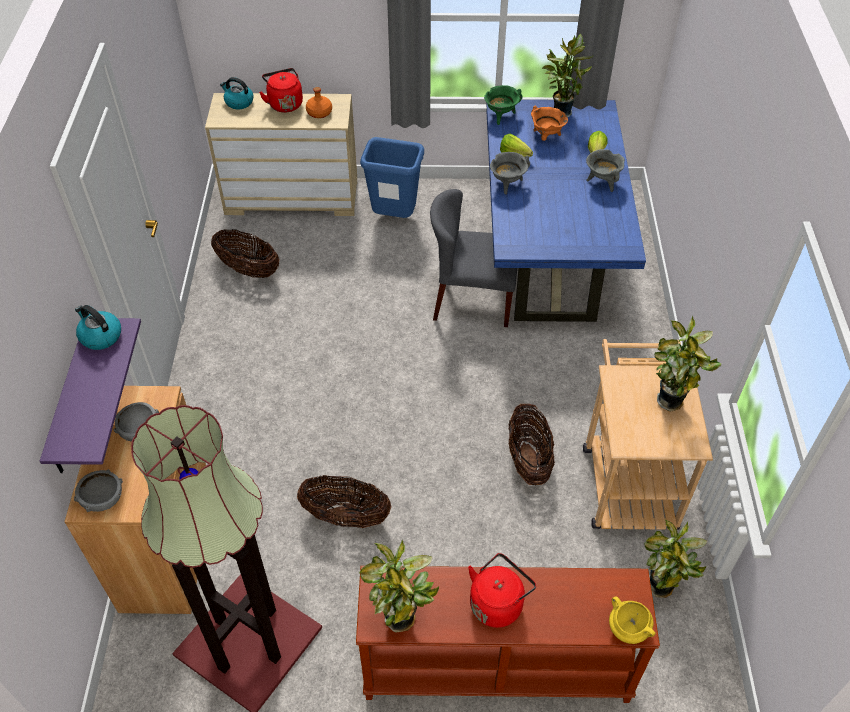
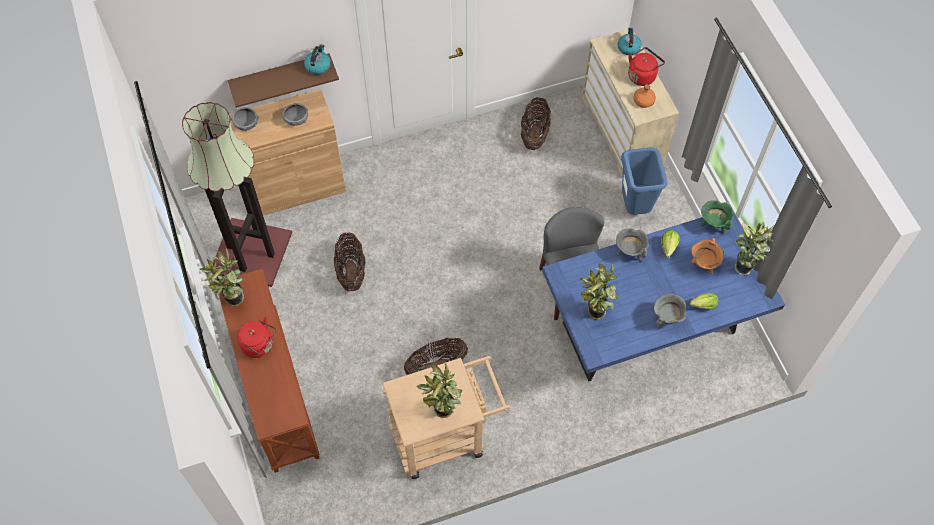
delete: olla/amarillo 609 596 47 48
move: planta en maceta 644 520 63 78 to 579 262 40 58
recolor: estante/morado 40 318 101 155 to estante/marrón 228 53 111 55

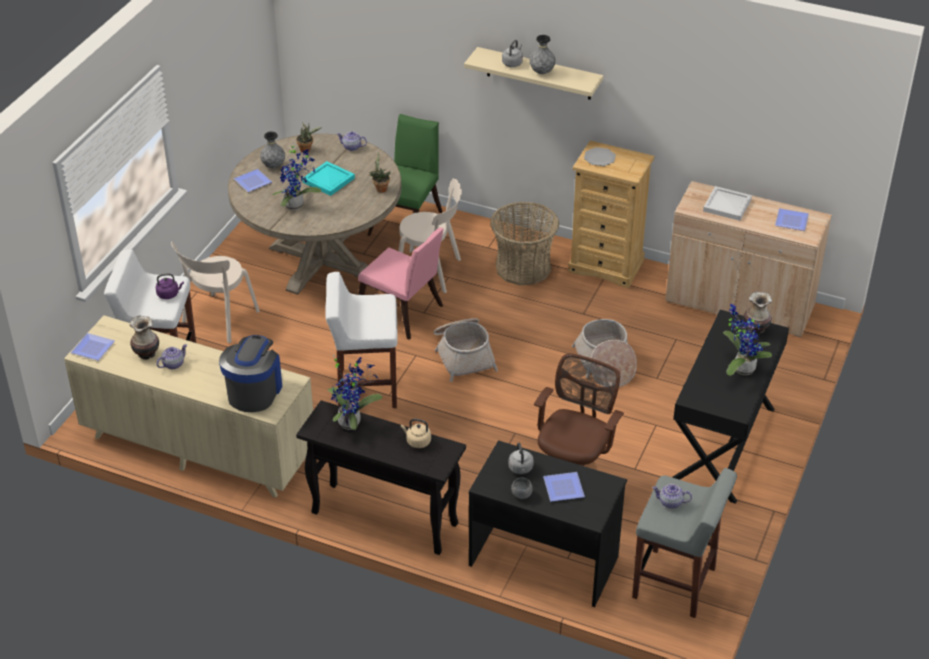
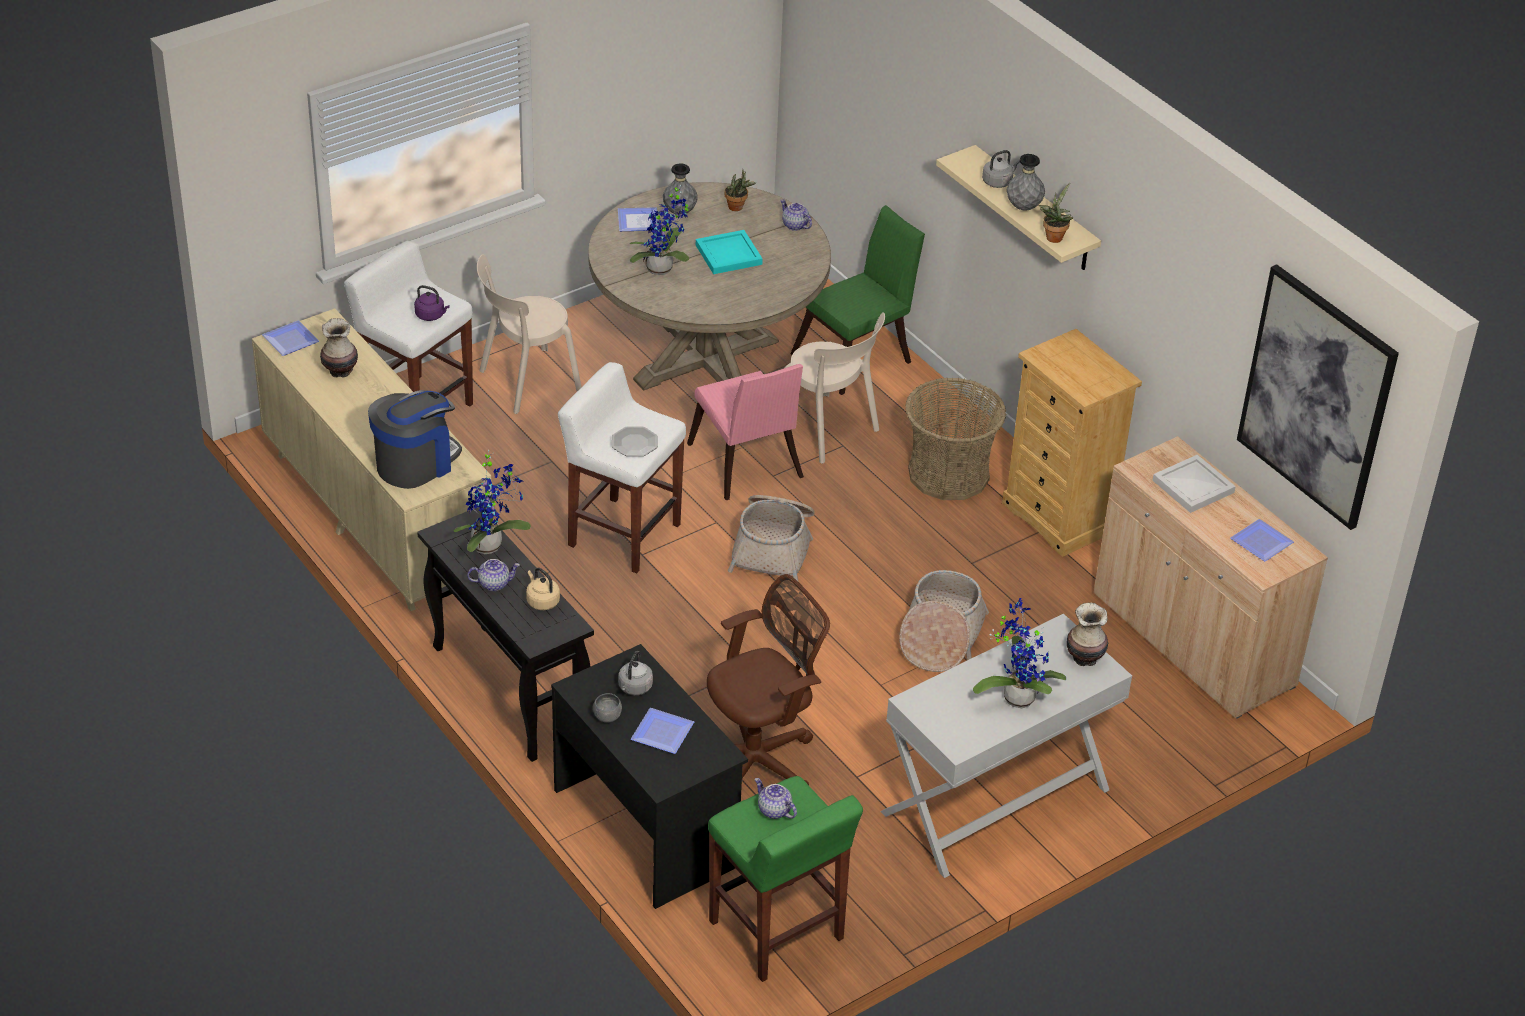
insert: cuadro 1237 264 162 266
move: tetera 156 344 31 25 to 467 559 53 32; planta en maceta 368 152 23 41 to 1038 183 35 60; plato 584 147 32 19 to 612 427 46 29
recolor: taburete/gris 632 468 105 150 to taburete/verde 708 776 155 206; mesa consola/negro 672 310 117 194 to mesa consola/blanco 880 614 252 264

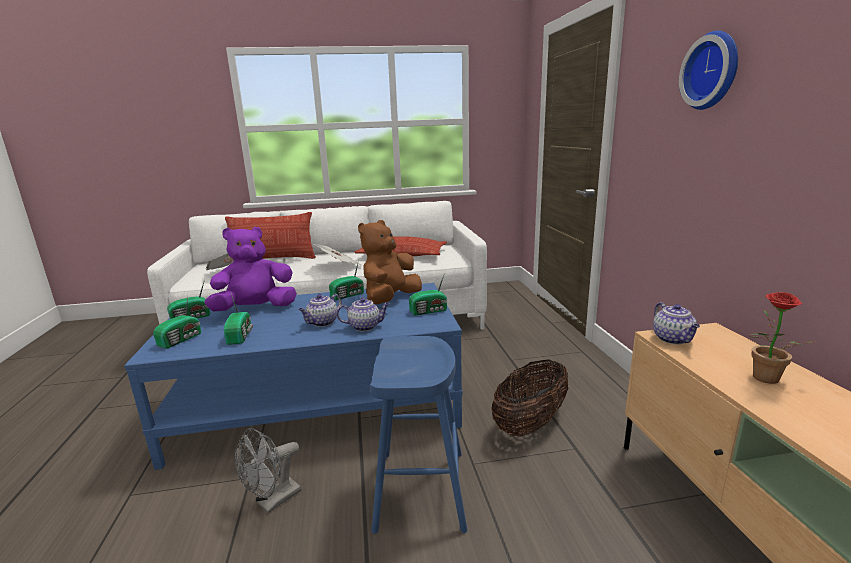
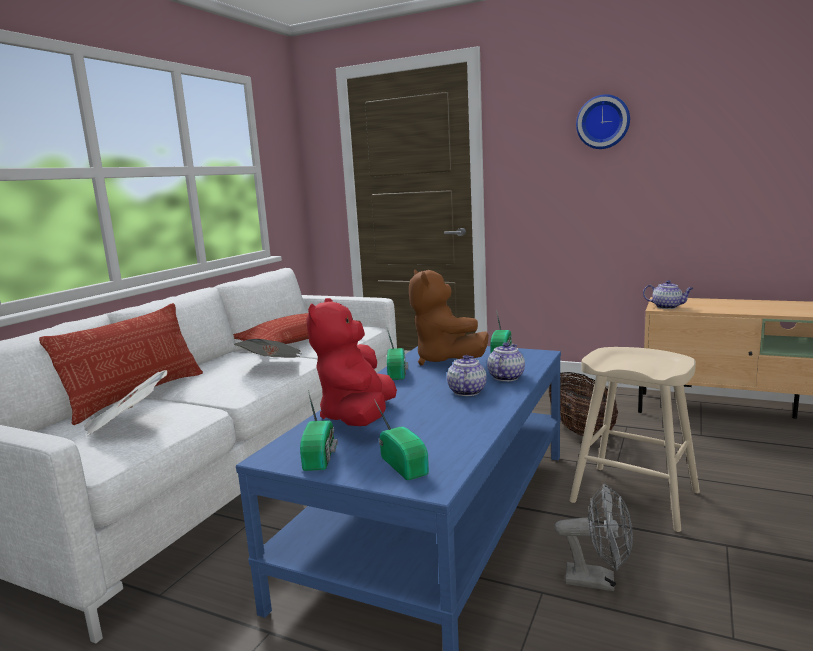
delete: radio 224 293 29 52; planta en maceta 750 292 64 92
recolor: peluche/morado 204 227 93 84 to peluche/rojo 306 298 91 128; taburete/azul 370 336 97 198 to taburete/beis 570 347 130 185
rotate: ventilador/gris 235 428 66 85 = 555 484 78 107 60 degrees counterclockwise; tetera 298 294 44 33 = 447 355 40 41 150 degrees counterclockwise

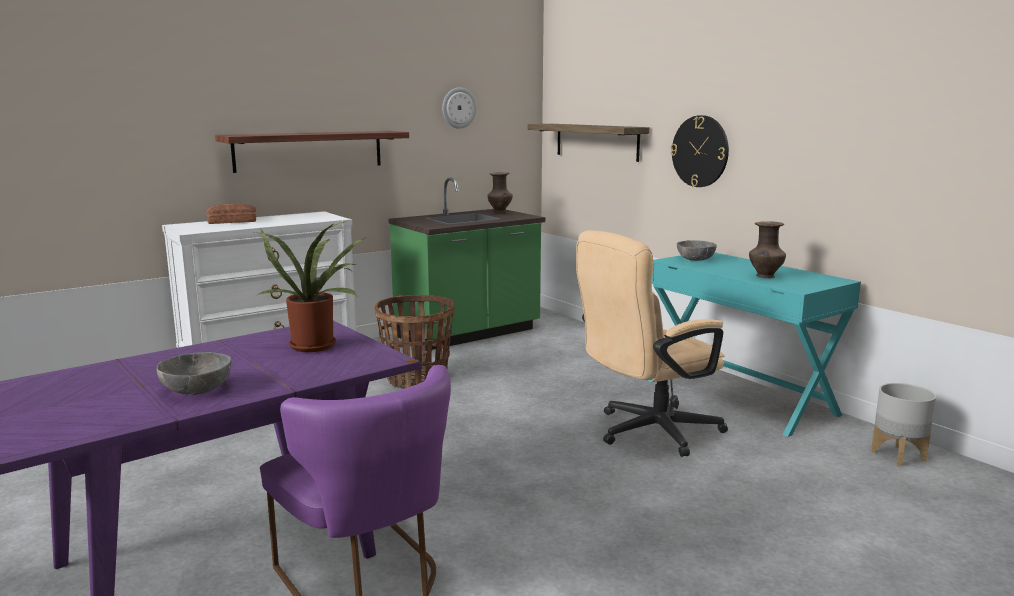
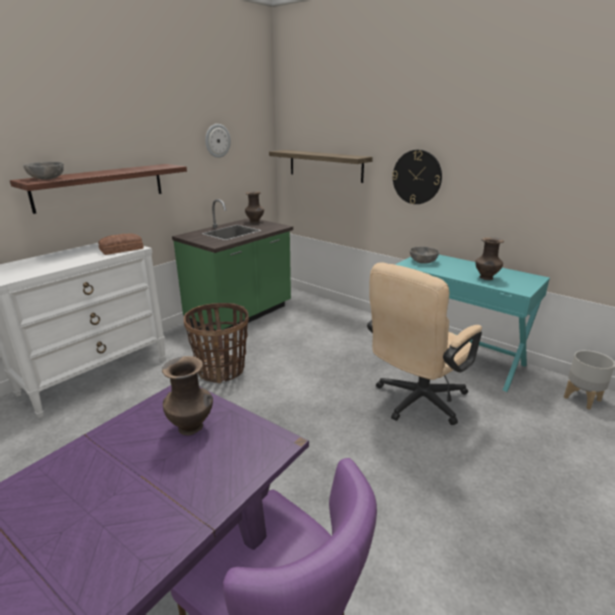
move: cuenco/gris 157 352 74 43 to 23 162 41 18; pan 206 203 50 21 to 98 234 46 21
replace: planta en maceta 254 221 115 131 to florero/marrón 162 356 51 79

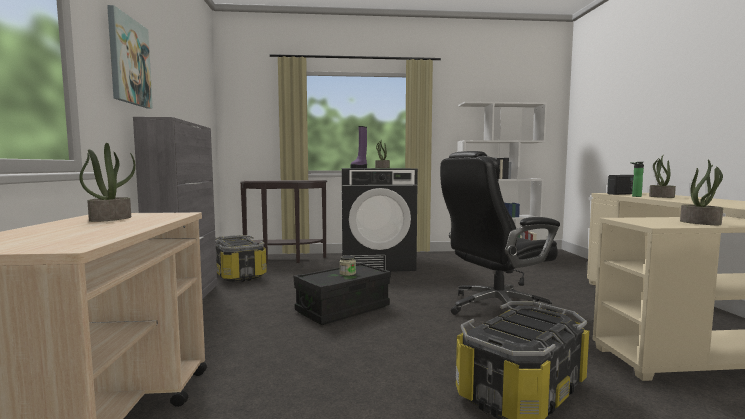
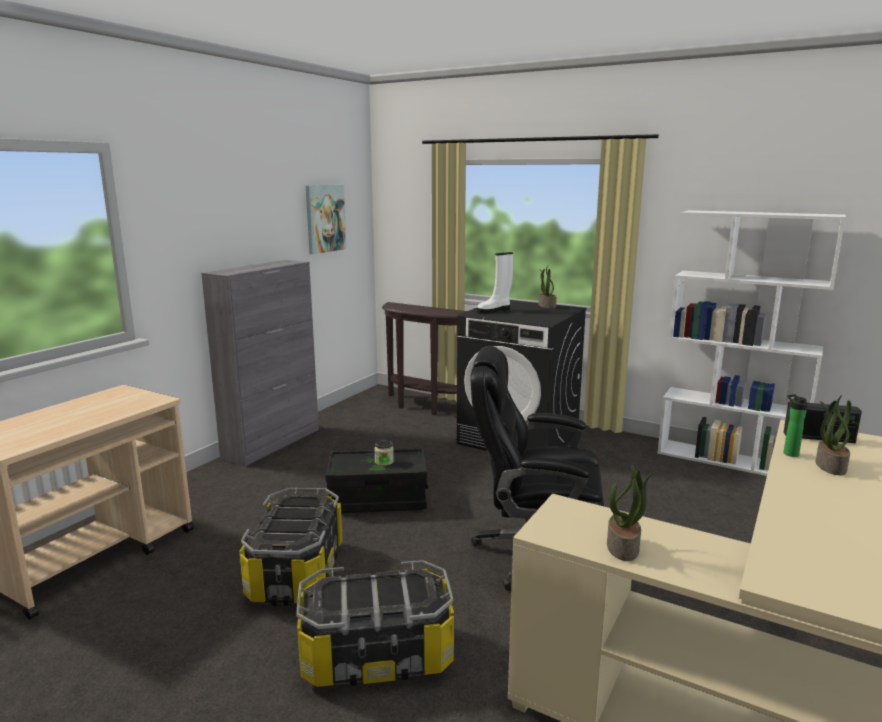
delete: planta en maceta 79 143 57 79
move: cuadro 107 5 46 104 to 306 184 40 70; caja de almacenaje 215 235 52 47 to 239 488 104 119
recolor: bota/morado 350 126 17 42 to bota/blanco 477 252 36 62

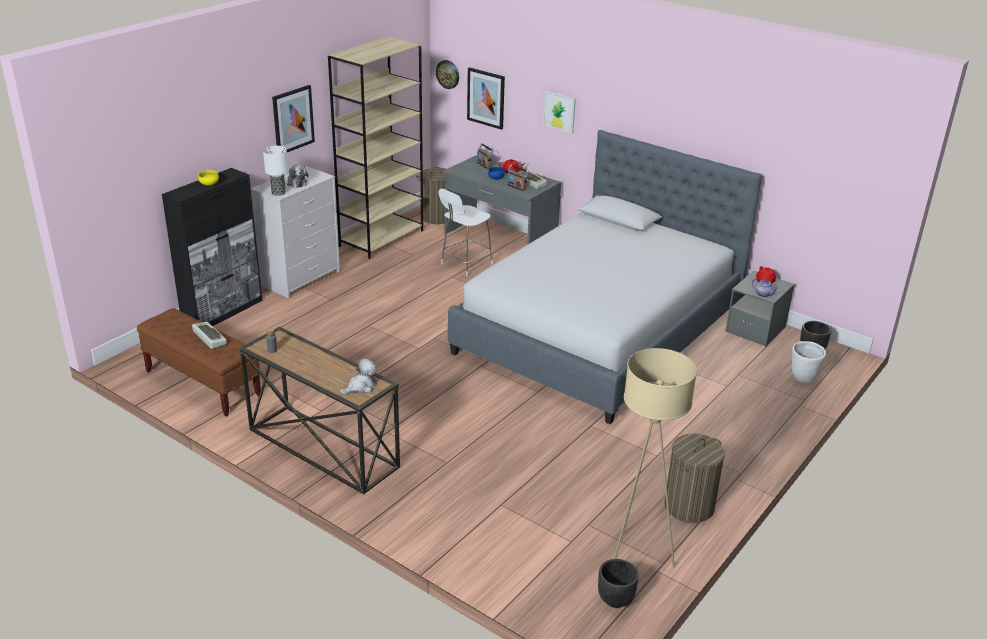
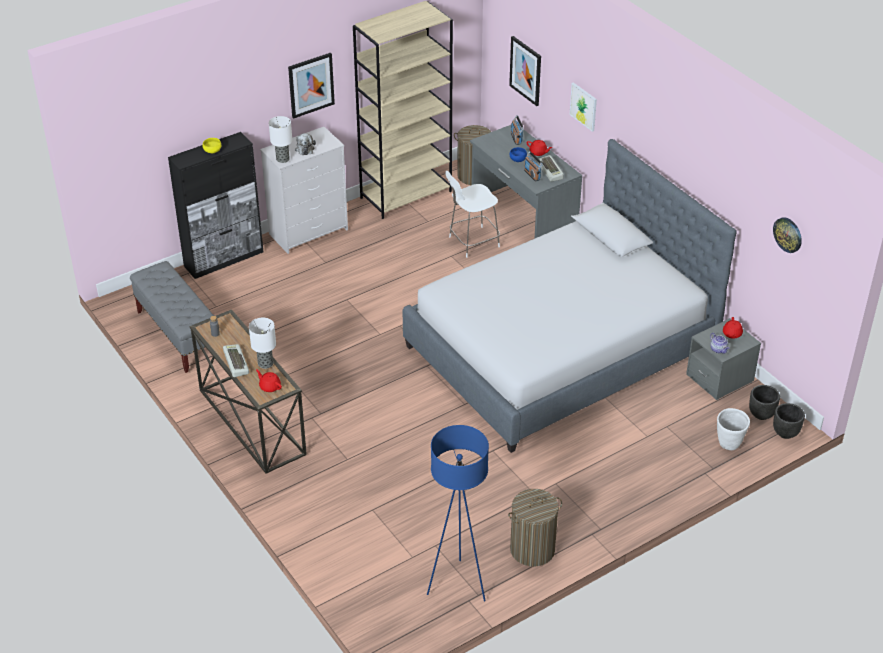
insert: lámpara de mesa 249 318 27 51
move: teclado 192 322 35 27 to 223 344 26 33; reloj de pared 436 60 23 29 to 773 217 29 36; maceta/negro 598 559 41 49 to 773 403 32 36
replace: peluche 339 358 38 37 to tetera/rojo 256 369 26 23
recolor: banco/marrón 137 308 124 108 to banco/gris 130 261 84 112; lámpara de pie/beis 614 348 83 220 to lámpara de pie/azul 427 425 62 176

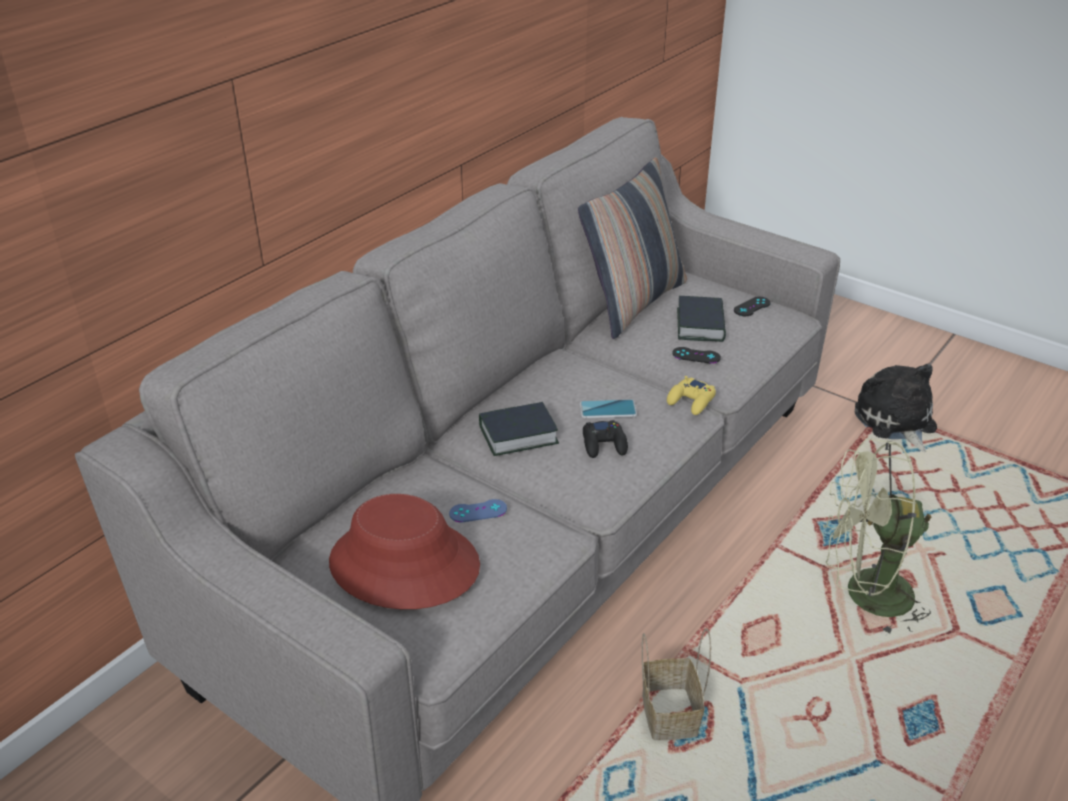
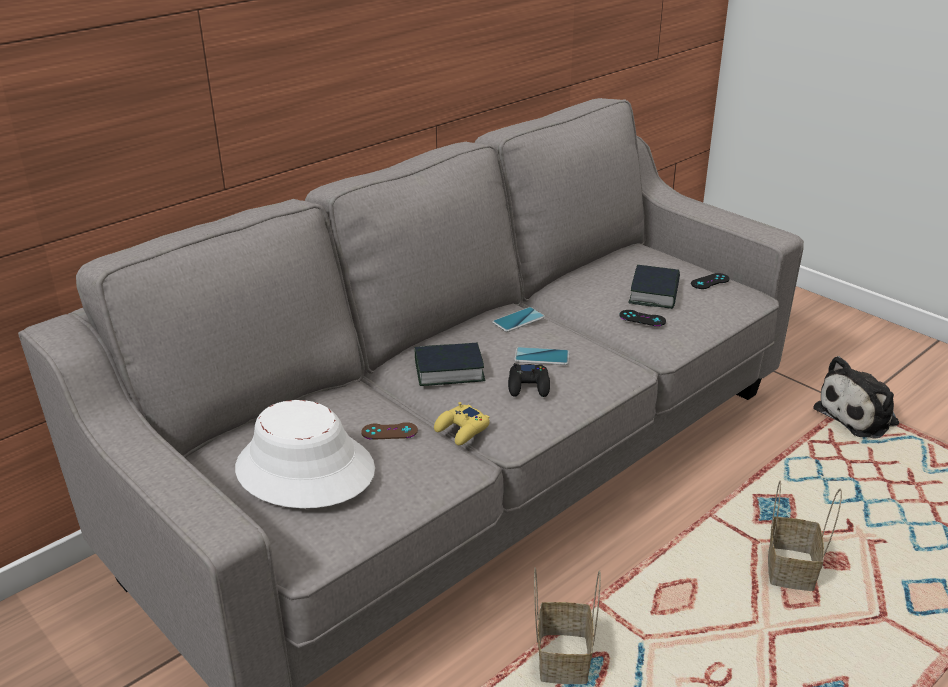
delete: cojín 578 157 109 182
insert: móvil 492 307 53 25
move: mando de consola/amarillo 667 376 49 39 to 434 402 56 43
replace: ventilador/verde 823 438 109 197 to cesta 768 480 74 111
recolor: sombrero/rojo 329 494 151 115 to sombrero/blanco 235 400 140 108; mando de consola/azul 449 499 58 23 to mando de consola/marrón 361 422 57 18
rotate: peluche 855 364 82 88 = 813 356 86 83 120 degrees counterclockwise

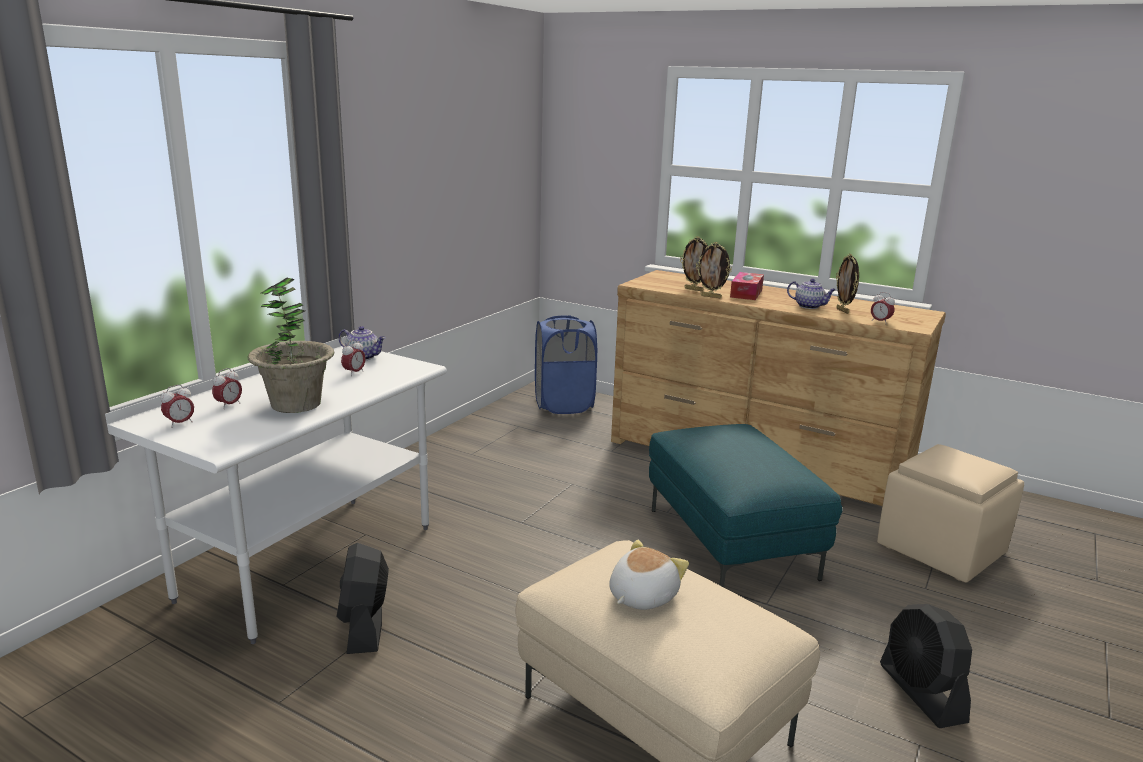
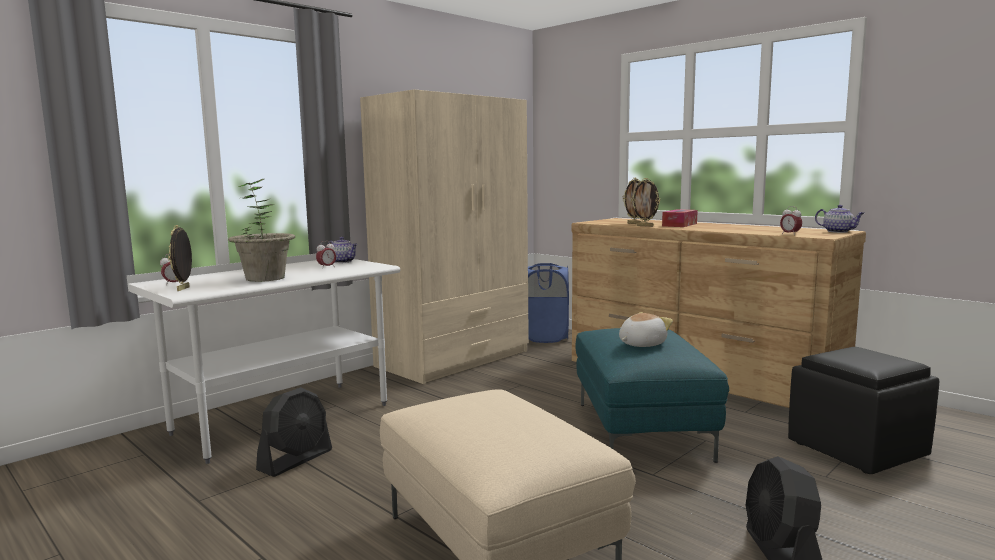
delete: despertador 212 368 30 41
insert: armario ropero/beis 360 89 169 295
move: peluche 609 540 80 70 to 619 312 54 35; tetera 787 279 49 30 to 815 205 49 28; portarretratos 836 254 23 60 to 168 225 24 66
recolor: puf/beis 877 444 147 139 to puf/negro 788 347 151 127
rotate: ventilador/negro 336 543 53 111 = 256 387 76 90 150 degrees counterclockwise

